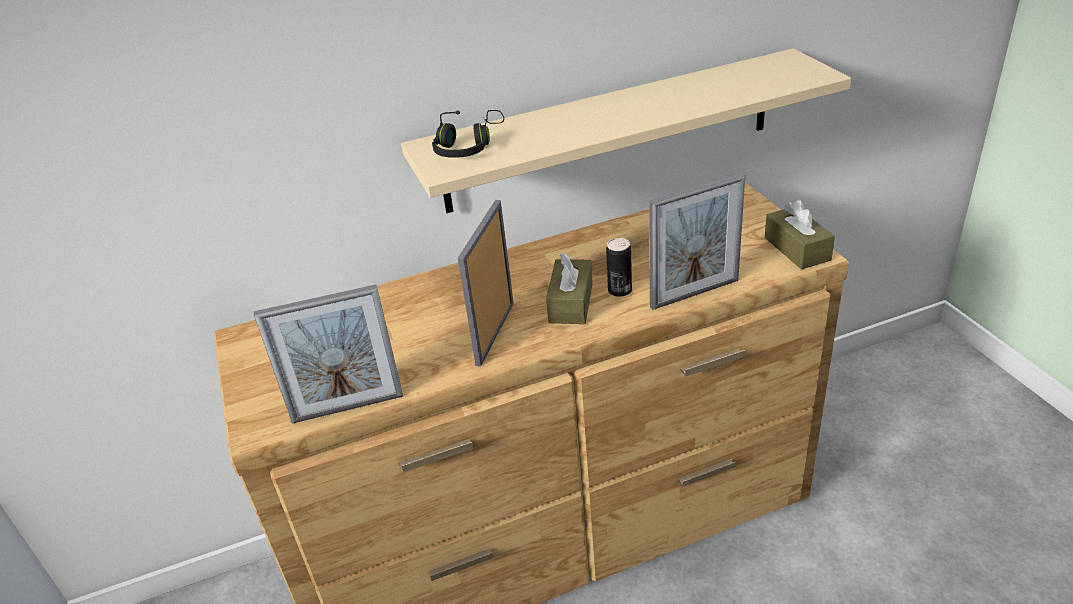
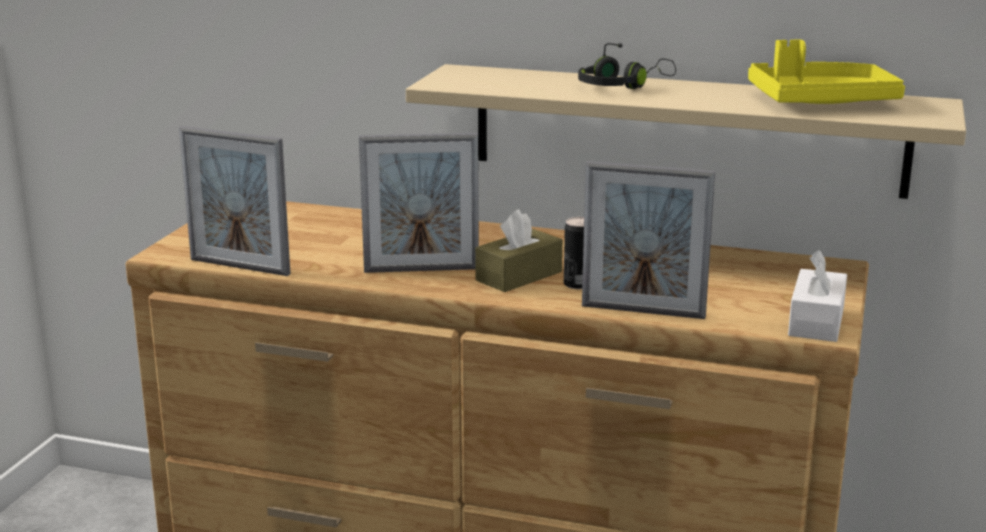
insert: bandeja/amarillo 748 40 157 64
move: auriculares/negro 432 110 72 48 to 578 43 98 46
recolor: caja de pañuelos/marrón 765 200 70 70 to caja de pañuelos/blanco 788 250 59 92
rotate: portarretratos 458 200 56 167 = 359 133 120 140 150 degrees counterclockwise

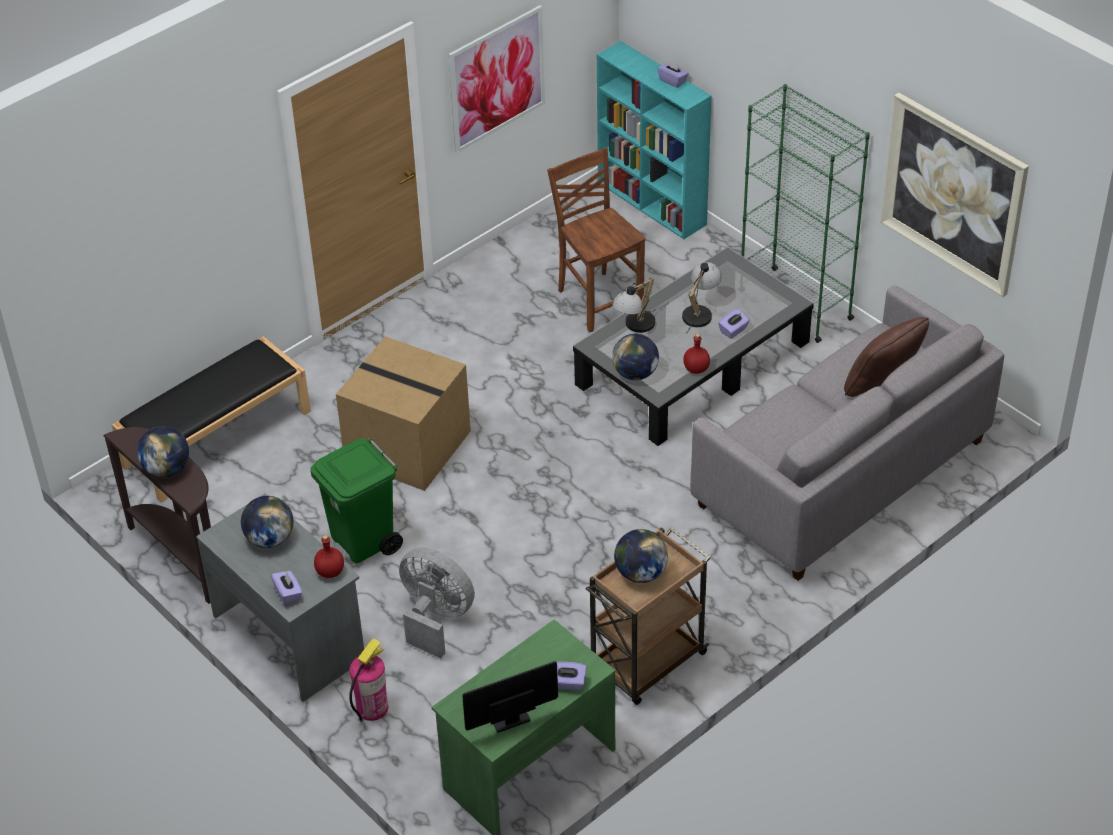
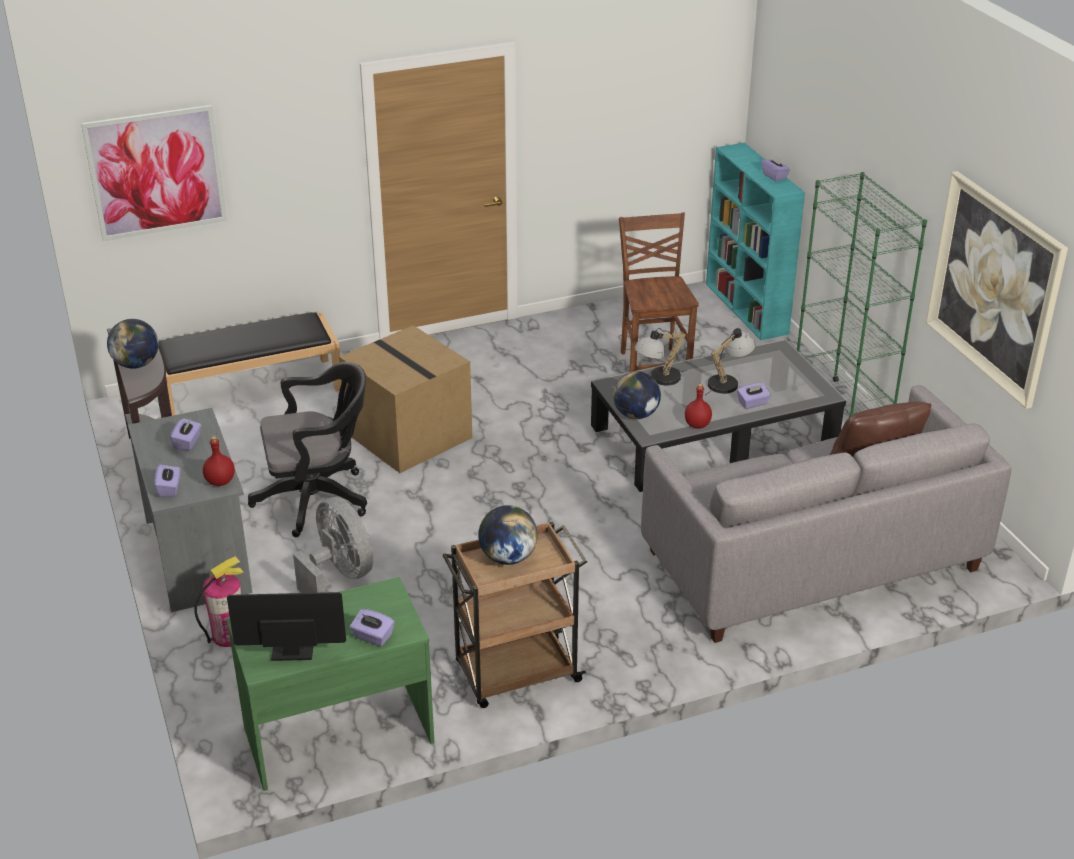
move: cuadro 449 5 96 148 to 81 105 146 136
replace: globo terráqueo 241 496 52 52 to caja de pañuelos/morado 170 418 31 33; papelera/verde 310 438 93 125 to silla de oficina/negro 248 362 119 175

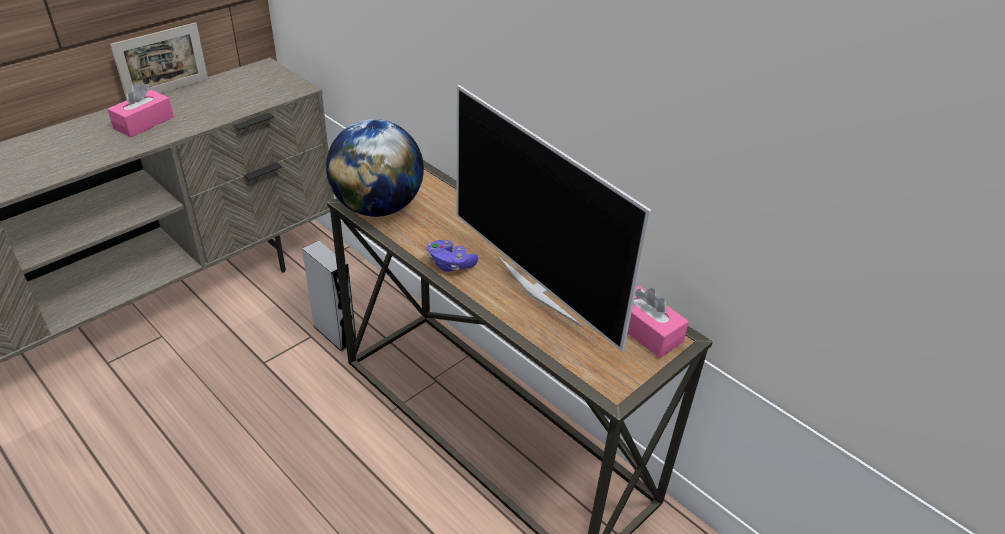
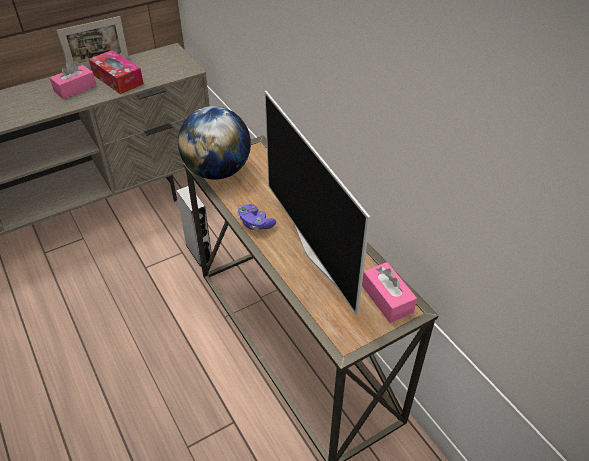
insert: caja de pañuelos 89 50 55 44

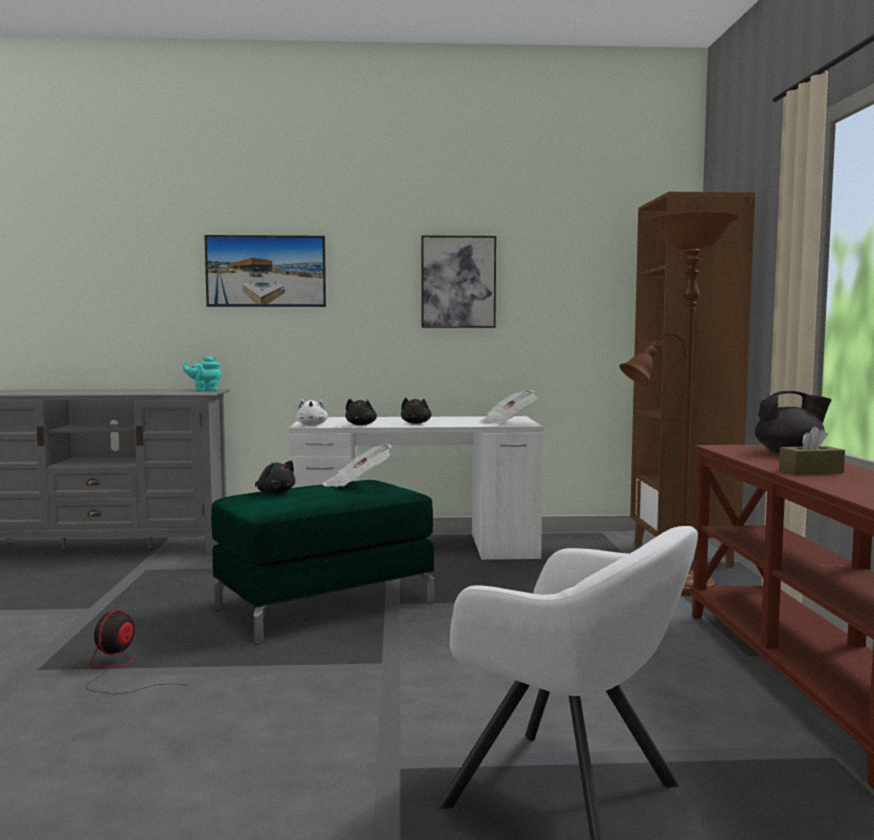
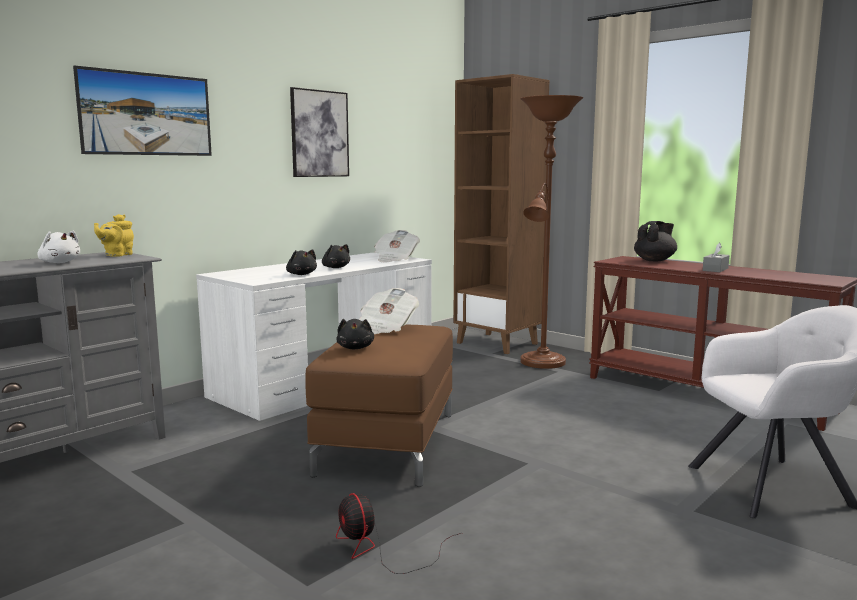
move: peluche/blanco 296 399 32 27 to 37 230 43 33
recolor: tetera/turquesa 183 356 38 35 to tetera/amarillo 94 214 40 43; puf/verde 211 480 223 164 to puf/marrón 305 324 148 163; caja de pañuelos/marrón 779 426 66 48 to caja de pañuelos/gris 703 243 26 29
rotate: peluche/negro 255 461 41 33 = 336 319 38 30 90 degrees clockwise

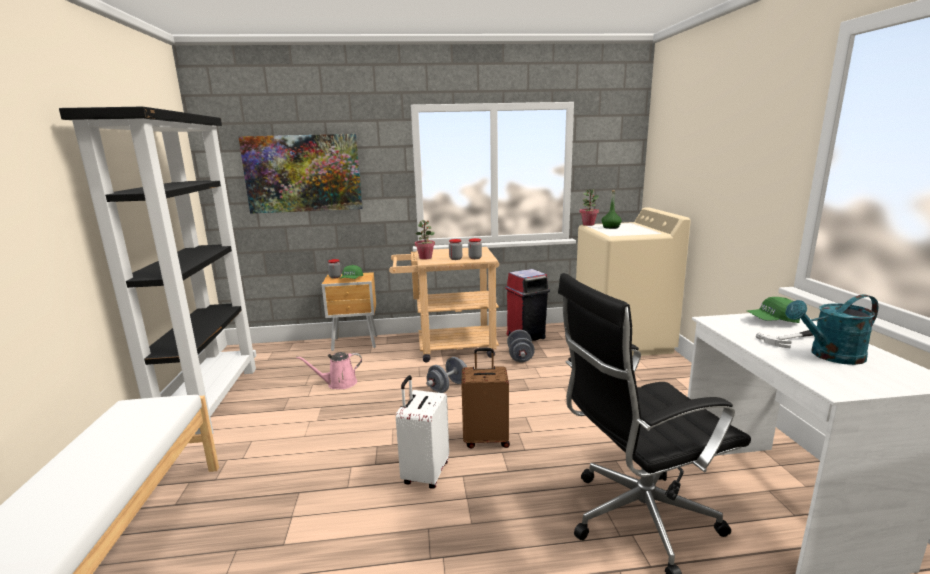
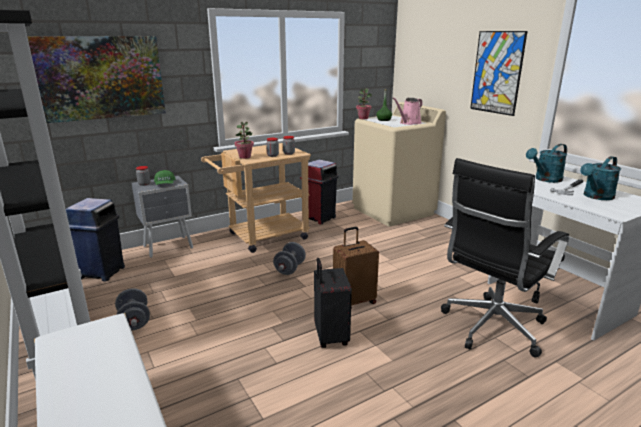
insert: papelera/azul 66 198 59 84; cuadro 470 31 57 85
move: regadera/rosa 296 352 66 37 to 393 98 30 27; mancuerna/gris 507 330 28 32 to 115 288 35 42
replace: gorra/verde 747 297 53 26 to regadera/turquesa 526 144 41 39
recolor: mesita de noche/marrón 322 272 56 79 to mesita de noche/gris 132 176 61 82; maleta/blanco 396 375 53 114 to maleta/negro 314 258 38 90

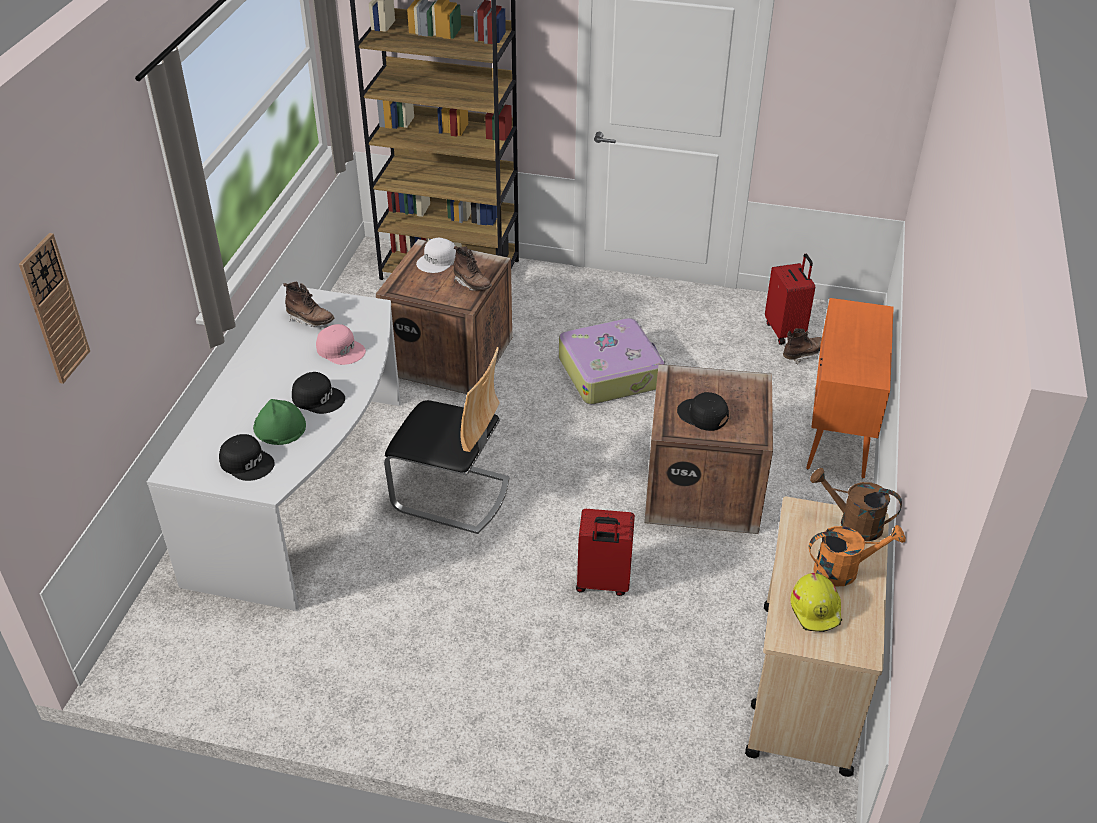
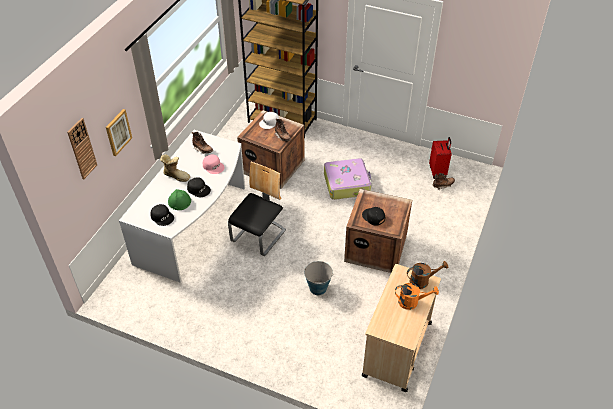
delete: casco/amarillo 791 573 51 59; armario/naranja 806 298 88 180
insert: cuadro 106 109 26 47; bota 160 155 30 27
replace: maleta/rojo 576 509 59 87 to cubo 304 261 29 34
rotate: silla 384 347 126 187 = 228 162 58 94 90 degrees counterclockwise; regadera/marrón 810 468 92 73 = 407 261 41 28 135 degrees clockwise

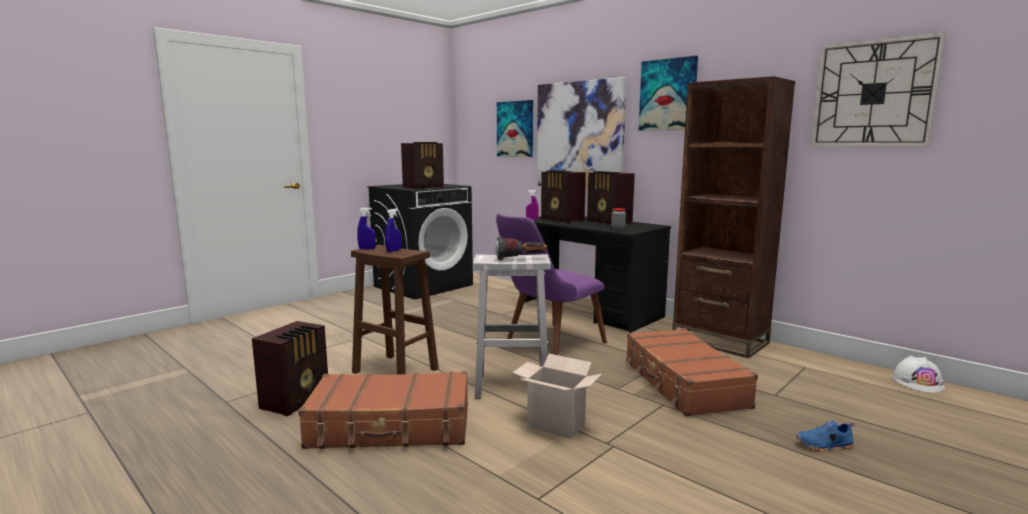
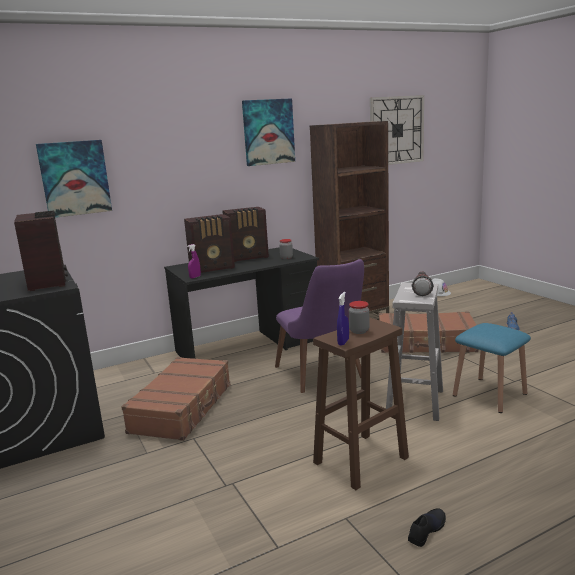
delete: cuadro 537 77 90 112
move: maleta/marrón 298 371 170 78 to 121 357 110 84
replace: radio 252 321 76 95 to zapato/negro 408 508 38 39; pulverizador/azul 385 209 17 43 to tarro 349 301 21 33; caja de cartón 513 354 89 85 to taburete/azul 453 323 78 90

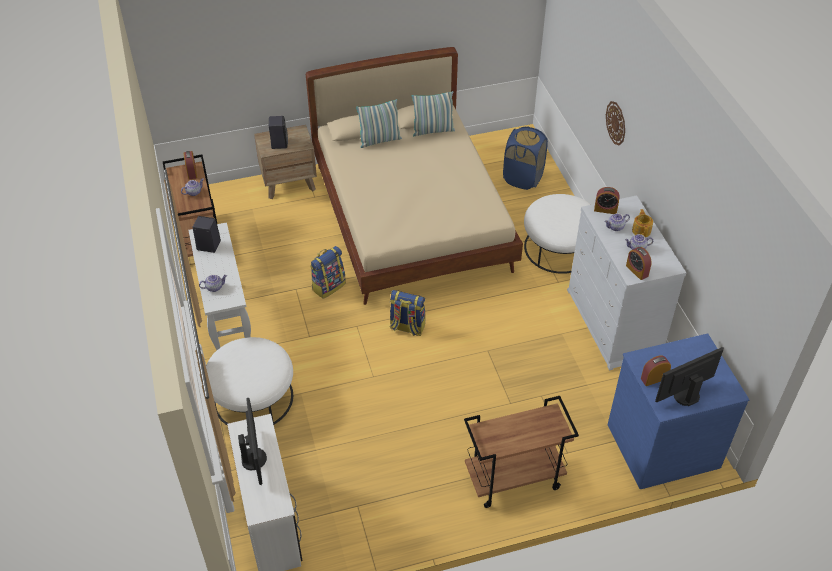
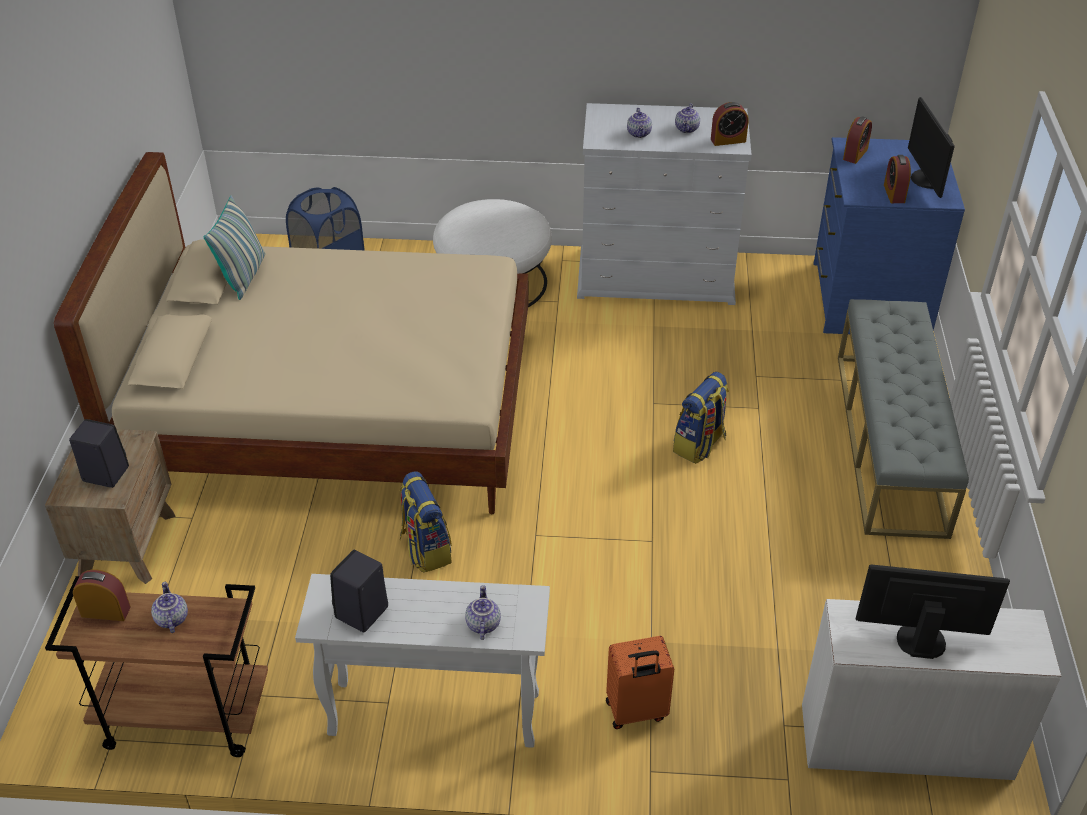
delete: cojín 356 99 46 49; reloj de pared 606 101 19 45; tetera 632 209 21 28
move: mochila 390 290 36 46 to 673 372 56 92; despertador 594 187 26 27 to 843 116 29 48
replace: puf/blanco 206 337 87 88 to maleta/naranja 606 636 68 93; carrito/marrón 464 396 115 112 to banco/gris 838 299 131 240

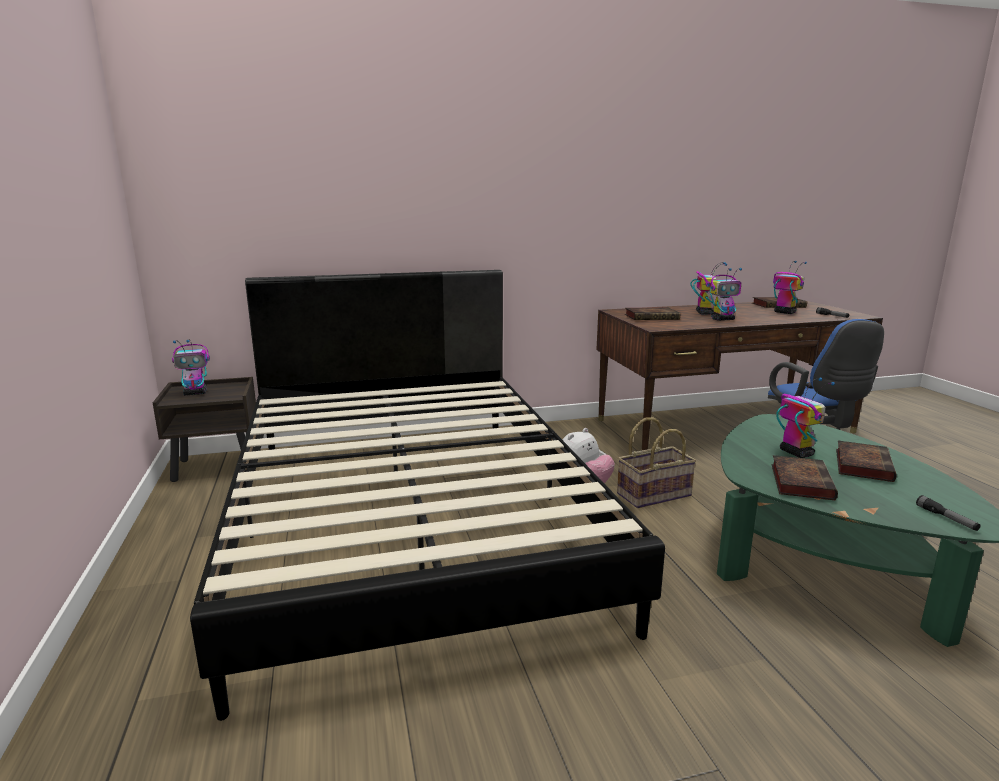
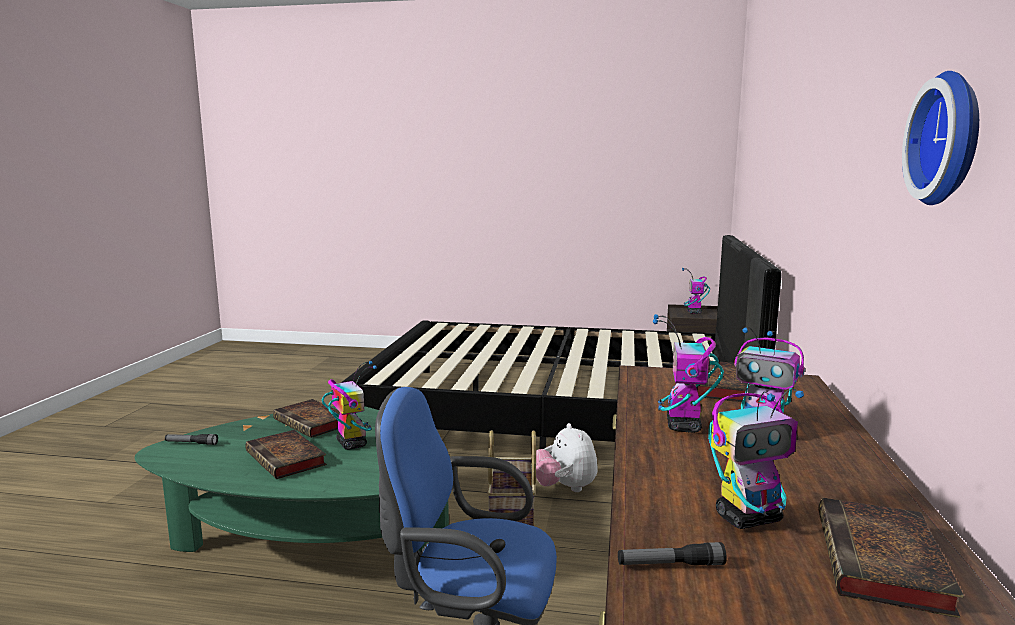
insert: reloj de pared 902 71 77 134
rotate: robot de juguete 776 378 59 80 = 322 361 55 89 120 degrees counterclockwise

